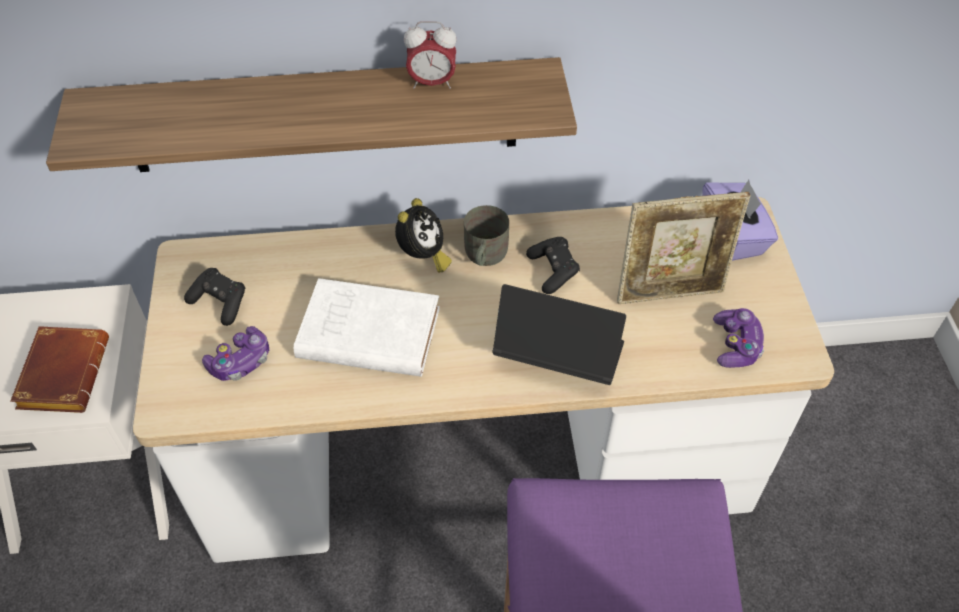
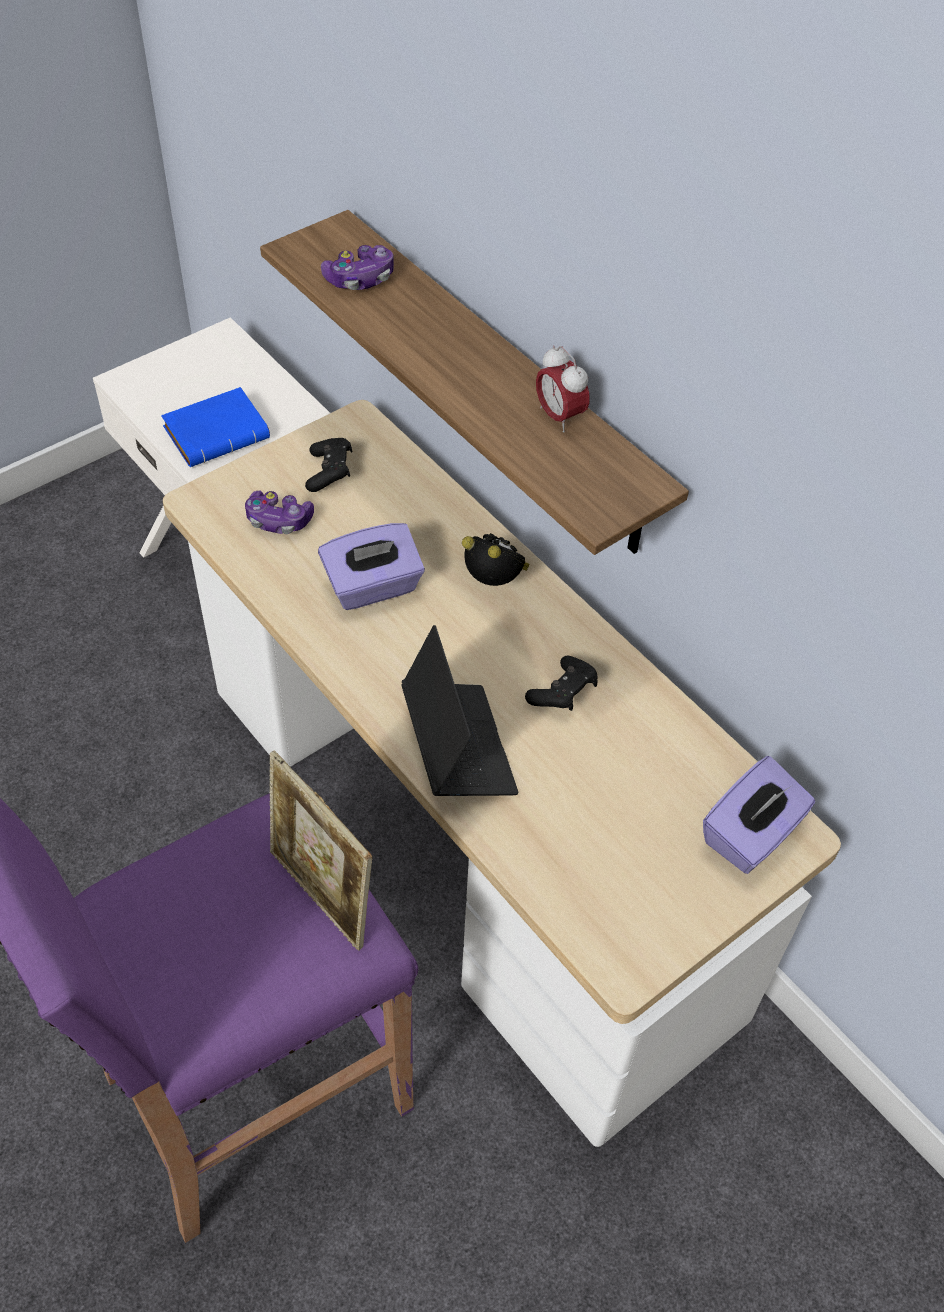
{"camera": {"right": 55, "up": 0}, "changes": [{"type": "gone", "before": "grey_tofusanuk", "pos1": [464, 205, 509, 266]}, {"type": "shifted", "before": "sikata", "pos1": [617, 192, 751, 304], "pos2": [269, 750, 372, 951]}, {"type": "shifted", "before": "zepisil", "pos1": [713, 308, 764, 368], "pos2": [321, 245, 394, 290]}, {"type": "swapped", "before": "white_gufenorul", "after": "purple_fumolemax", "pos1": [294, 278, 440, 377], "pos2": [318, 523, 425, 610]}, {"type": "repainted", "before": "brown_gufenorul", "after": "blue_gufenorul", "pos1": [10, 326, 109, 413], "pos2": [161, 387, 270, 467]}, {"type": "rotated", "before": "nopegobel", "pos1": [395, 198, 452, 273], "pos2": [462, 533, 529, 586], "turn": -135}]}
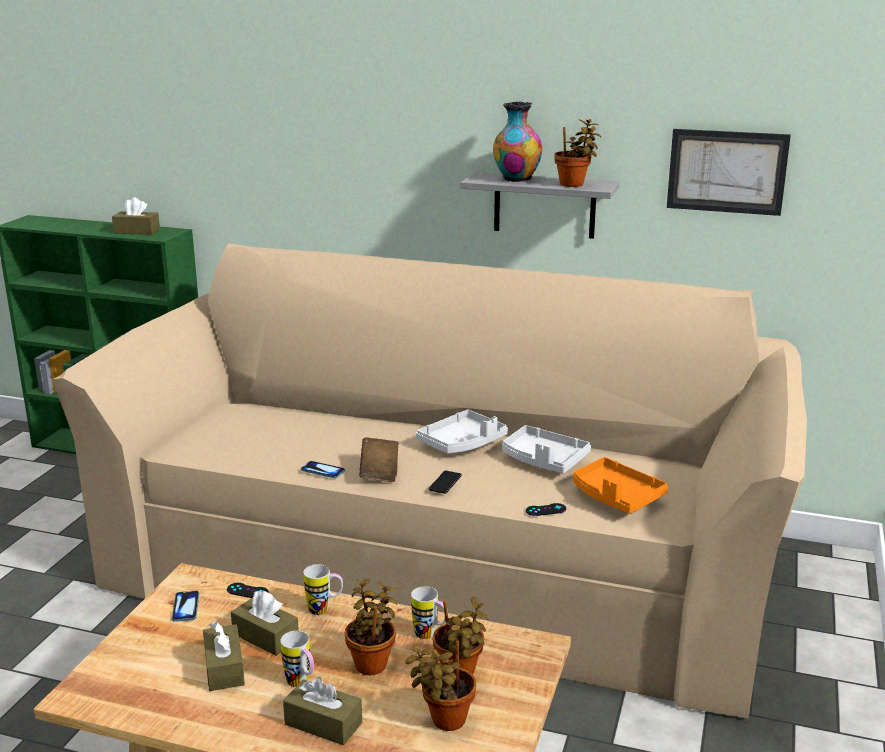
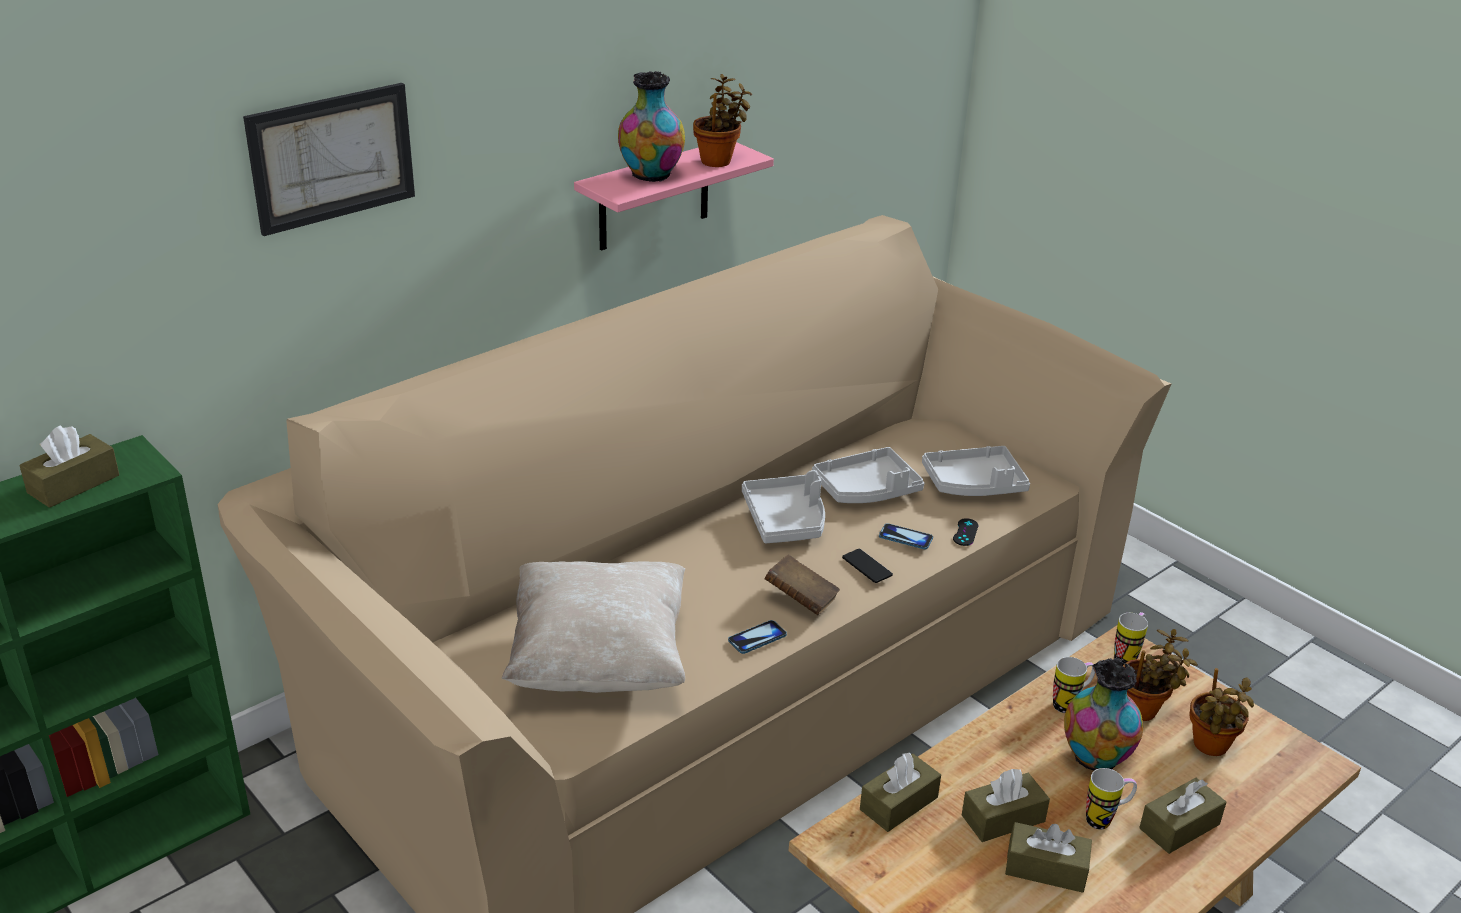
{"camera": {"right": -60, "up": 10}, "changes": [{"type": "new", "after": "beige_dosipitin", "pos2": [502, 561, 685, 693]}, {"type": "shifted", "before": "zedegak", "pos1": [172, 591, 199, 622], "pos2": [879, 523, 933, 549]}, {"type": "shifted", "before": "tofusanuk", "pos1": [303, 564, 343, 615], "pos2": [1114, 612, 1148, 666]}, {"type": "shifted", "before": "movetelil", "pos1": [667, 129, 791, 216], "pos2": [243, 83, 415, 236]}, {"type": "swapped", "before": "black_zepisil", "after": "brown_fumolemax", "pos1": [227, 583, 269, 598], "pos2": [860, 753, 941, 832]}, {"type": "swapped", "before": "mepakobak", "after": "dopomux", "pos1": [345, 579, 397, 675], "pos2": [1064, 658, 1143, 771]}, {"type": "repainted", "before": "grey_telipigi", "after": "pink_telipigi", "pos1": [460, 172, 620, 239], "pos2": [574, 142, 774, 251]}, {"type": "repainted", "before": "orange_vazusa", "after": "grey_vazusa", "pos1": [573, 457, 668, 514], "pos2": [922, 446, 1030, 496]}]}
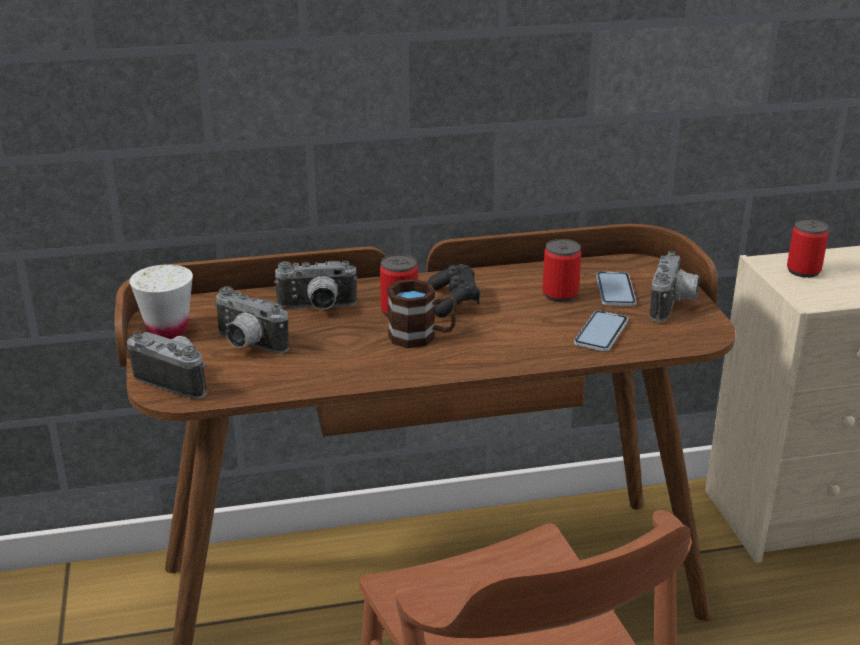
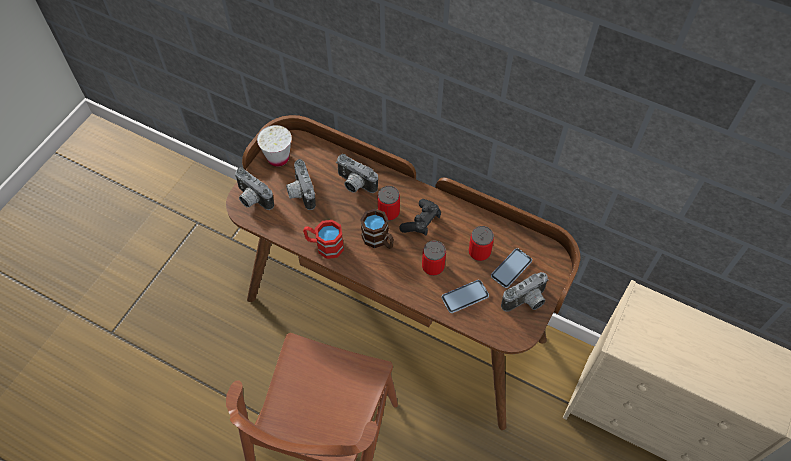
{"camera": {"right": 40, "up": 30}, "changes": [{"type": "new", "after": "red_tofusanuk", "pos2": [303, 220, 344, 259]}, {"type": "shifted", "before": "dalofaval", "pos1": [787, 219, 829, 278], "pos2": [422, 241, 446, 276]}, {"type": "rotated", "before": "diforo", "pos1": [127, 332, 207, 399], "pos2": [235, 167, 274, 210], "turn": 150}]}
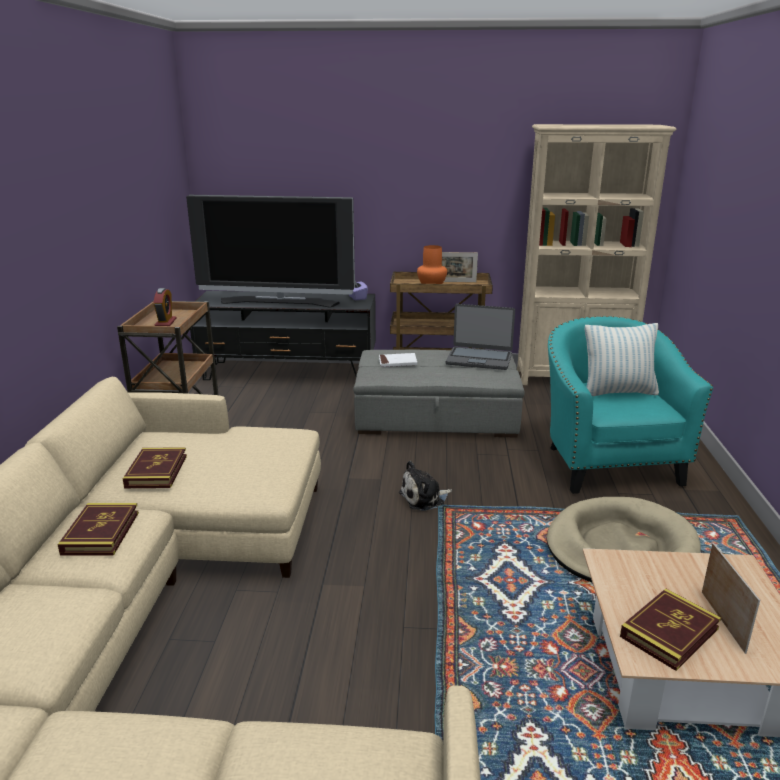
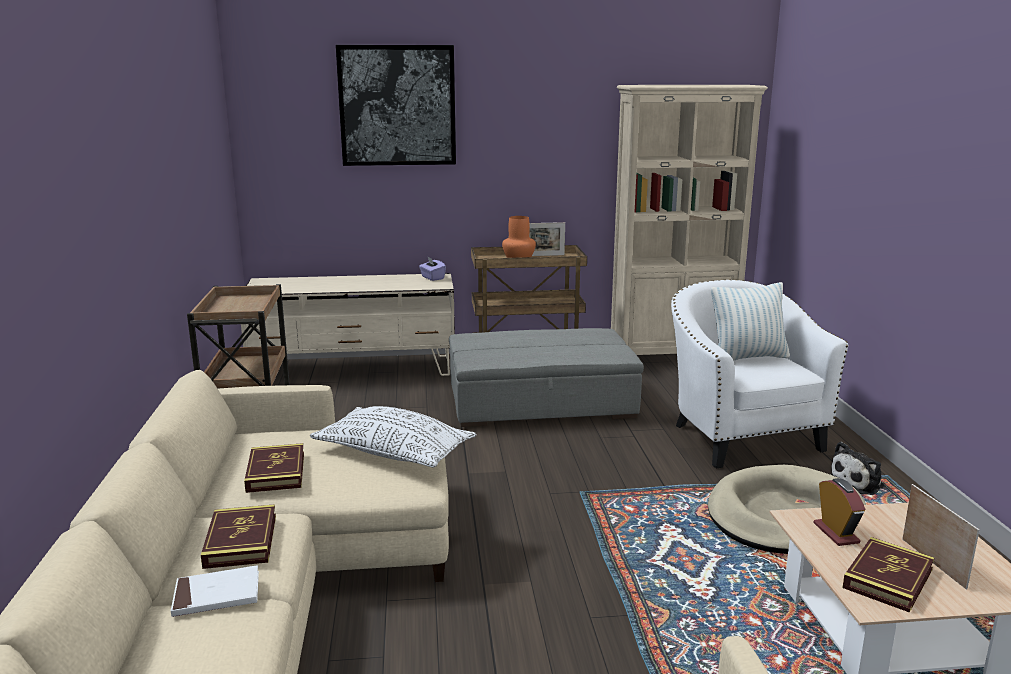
{"camera": {"right": -10, "up": -5}, "changes": [{"type": "gone", "before": "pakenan", "pos1": [186, 195, 355, 308]}, {"type": "gone", "before": "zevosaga", "pos1": [446, 304, 515, 370]}, {"type": "new", "after": "white_dosipitin", "pos2": [310, 406, 477, 468]}, {"type": "new", "after": "movetelil", "pos2": [336, 45, 456, 166]}, {"type": "shifted", "before": "nopegobel", "pos1": [153, 288, 176, 326], "pos2": [814, 478, 865, 546]}, {"type": "shifted", "before": "white_gufenorul", "pos1": [379, 353, 417, 367], "pos2": [171, 565, 259, 617]}, {"type": "shifted", "before": "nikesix", "pos1": [399, 461, 452, 511], "pos2": [830, 442, 886, 495]}, {"type": "repainted", "before": "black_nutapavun", "after": "beige_nutapavun", "pos1": [190, 291, 376, 380], "pos2": [241, 273, 455, 376]}, {"type": "repainted", "before": "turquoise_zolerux", "after": "white_zolerux", "pos1": [548, 316, 713, 494], "pos2": [671, 279, 848, 468]}]}
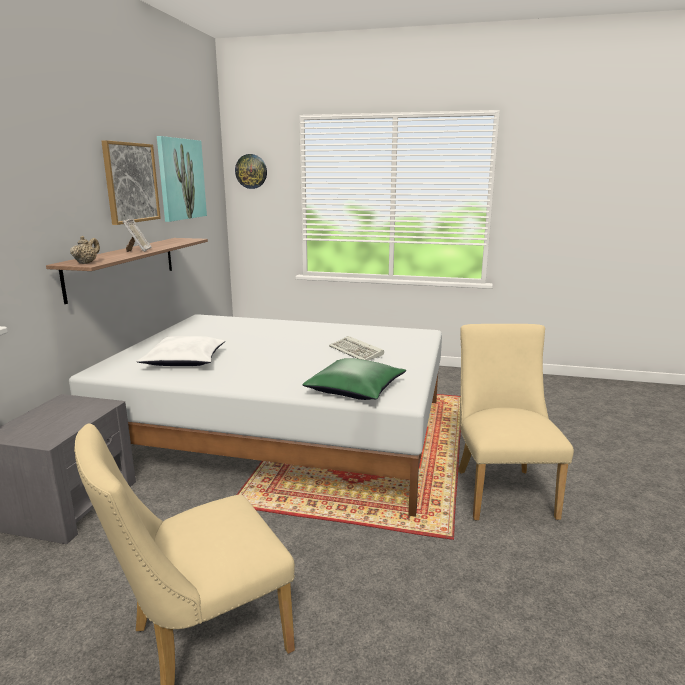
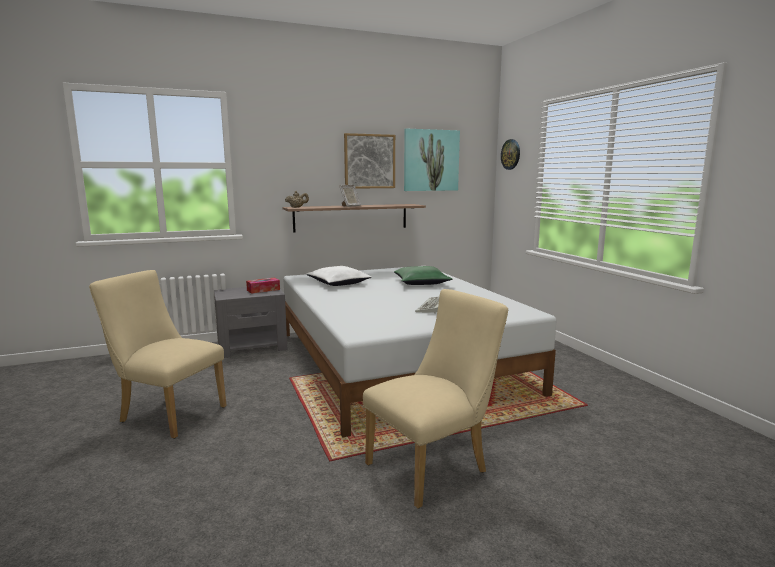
{"camera": {"right": 55, "up": -5}, "changes": [{"type": "new", "after": "fumolemax", "pos2": [246, 278, 280, 294]}, {"type": "shifted", "before": "green_dosipitin", "pos1": [303, 358, 406, 400], "pos2": [394, 266, 452, 285]}]}
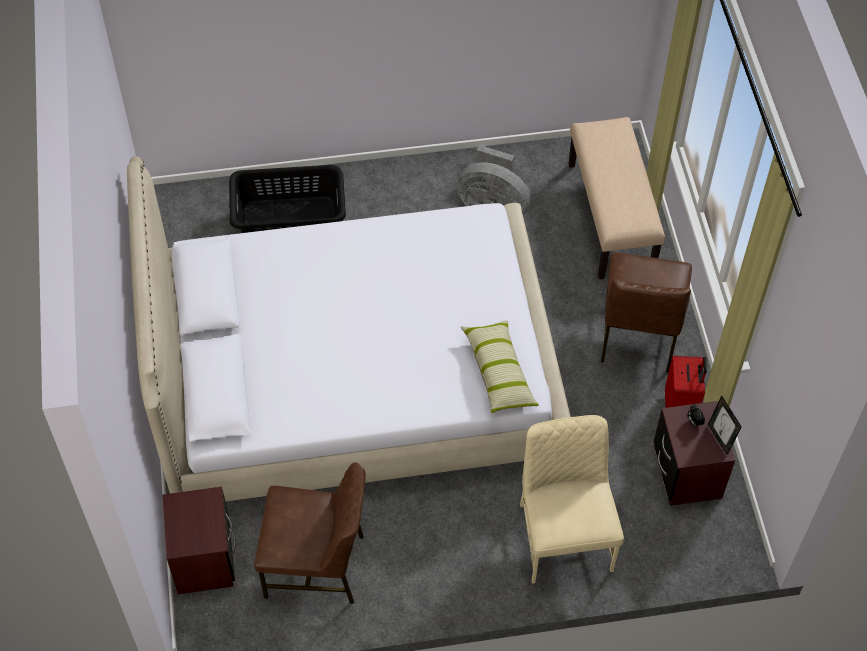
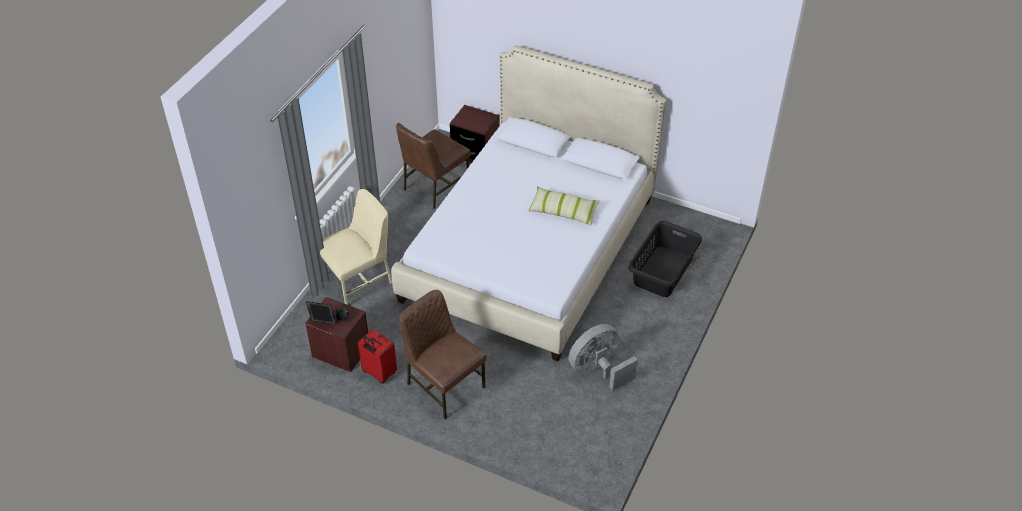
{"camera": {"right": 125, "up": -10}, "changes": [{"type": "gone", "before": "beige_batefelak", "pos1": [569, 117, 665, 279]}, {"type": "shifted", "before": "dosipitin", "pos1": [461, 320, 539, 413], "pos2": [528, 187, 600, 226]}, {"type": "rotated", "before": "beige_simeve", "pos1": [520, 415, 624, 584], "pos2": [320, 189, 392, 305], "turn": -60}]}
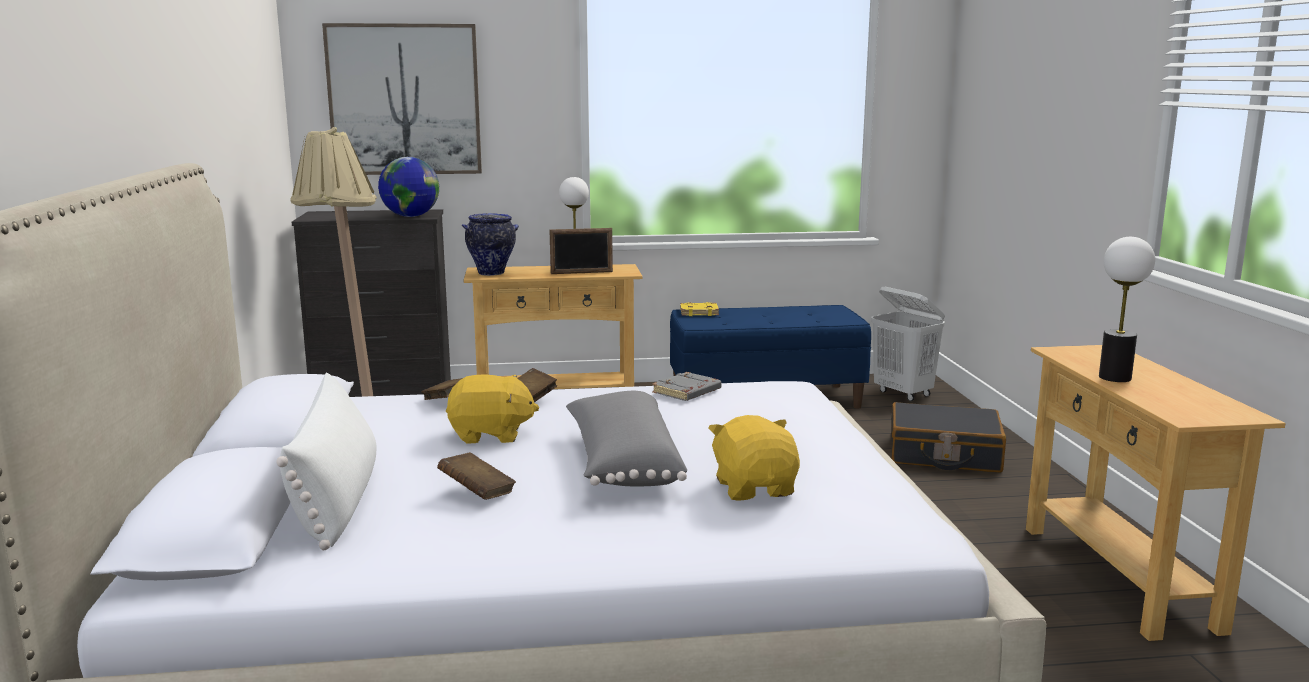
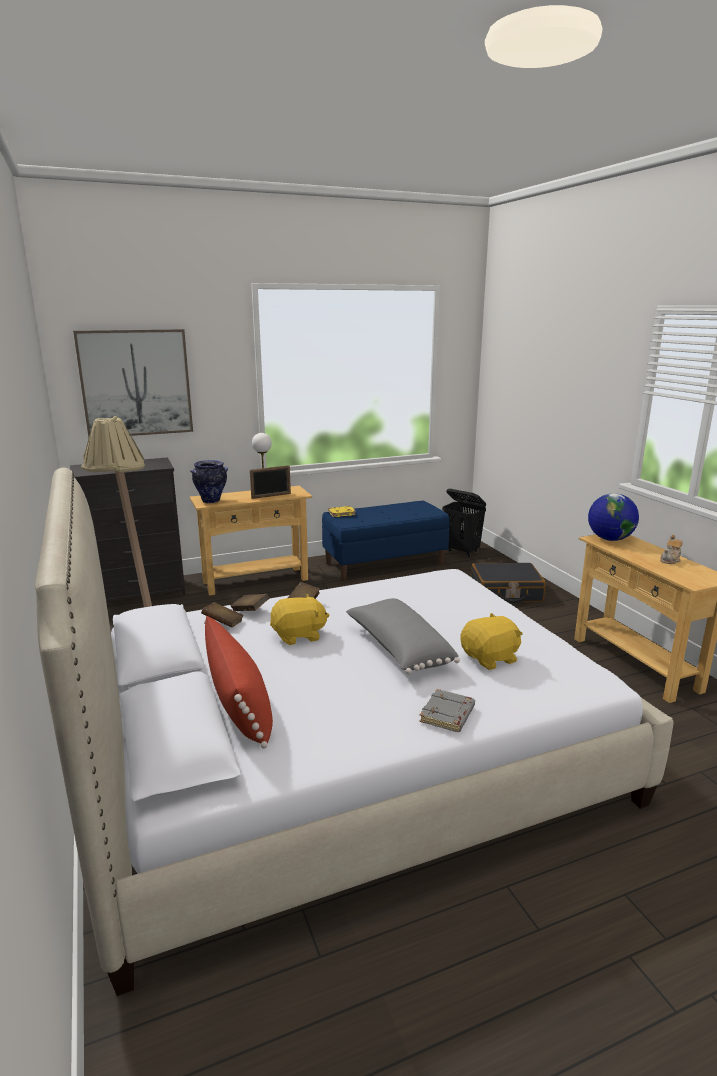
{"camera": {"right": -15, "up": 5}, "changes": [{"type": "gone", "before": "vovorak", "pos1": [1099, 237, 1155, 382]}, {"type": "new", "after": "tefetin", "pos2": [660, 535, 682, 564]}, {"type": "shifted", "before": "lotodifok", "pos1": [378, 157, 439, 217], "pos2": [588, 493, 639, 541]}, {"type": "shifted", "before": "brown_gufenorul", "pos1": [437, 452, 516, 500], "pos2": [201, 602, 244, 627]}, {"type": "shifted", "before": "grey_gufenorul", "pos1": [652, 372, 722, 401], "pos2": [419, 689, 475, 732]}, {"type": "repainted", "before": "white_dosipitin", "after": "red_dosipitin", "pos1": [276, 373, 377, 550], "pos2": [204, 616, 273, 749]}, {"type": "repainted", "before": "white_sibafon", "after": "black_sibafon", "pos1": [871, 287, 945, 401], "pos2": [442, 489, 486, 557]}, {"type": "rotated", "before": "yellow_nikesix", "pos1": [709, 415, 800, 501], "pos2": [460, 613, 523, 670], "turn": 90}]}
